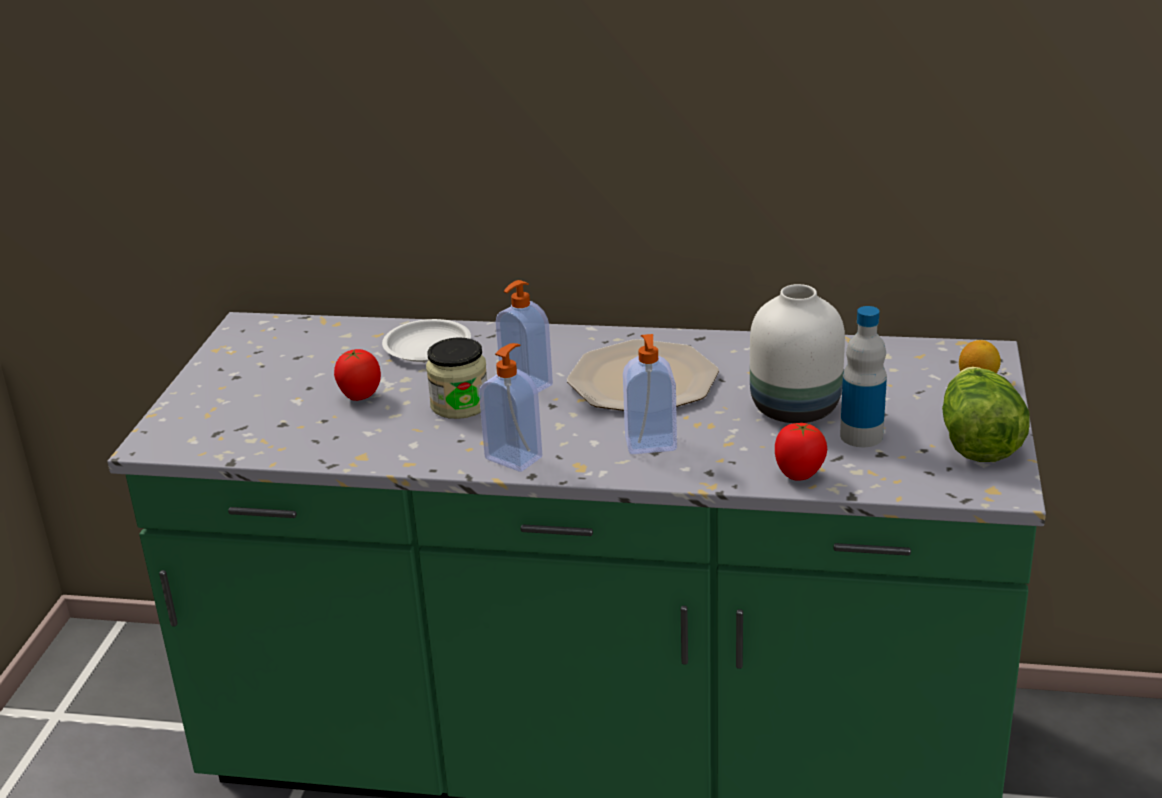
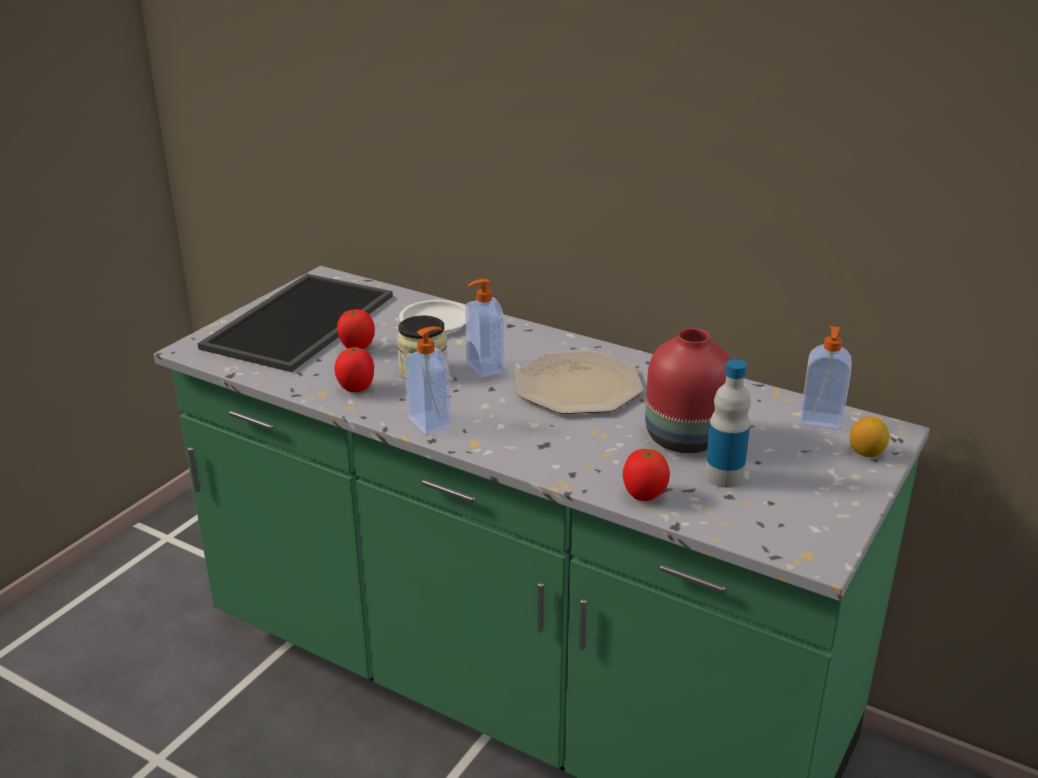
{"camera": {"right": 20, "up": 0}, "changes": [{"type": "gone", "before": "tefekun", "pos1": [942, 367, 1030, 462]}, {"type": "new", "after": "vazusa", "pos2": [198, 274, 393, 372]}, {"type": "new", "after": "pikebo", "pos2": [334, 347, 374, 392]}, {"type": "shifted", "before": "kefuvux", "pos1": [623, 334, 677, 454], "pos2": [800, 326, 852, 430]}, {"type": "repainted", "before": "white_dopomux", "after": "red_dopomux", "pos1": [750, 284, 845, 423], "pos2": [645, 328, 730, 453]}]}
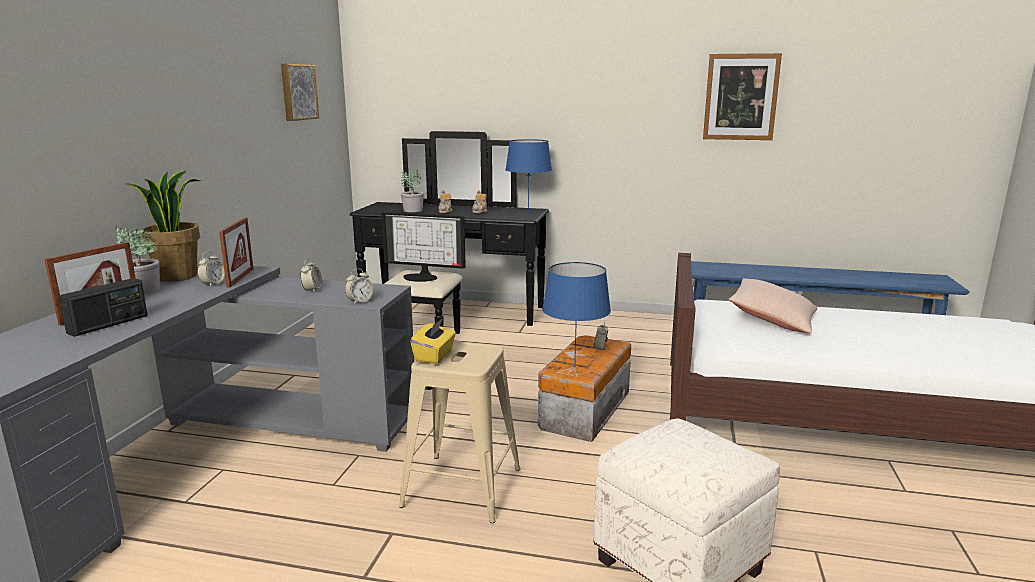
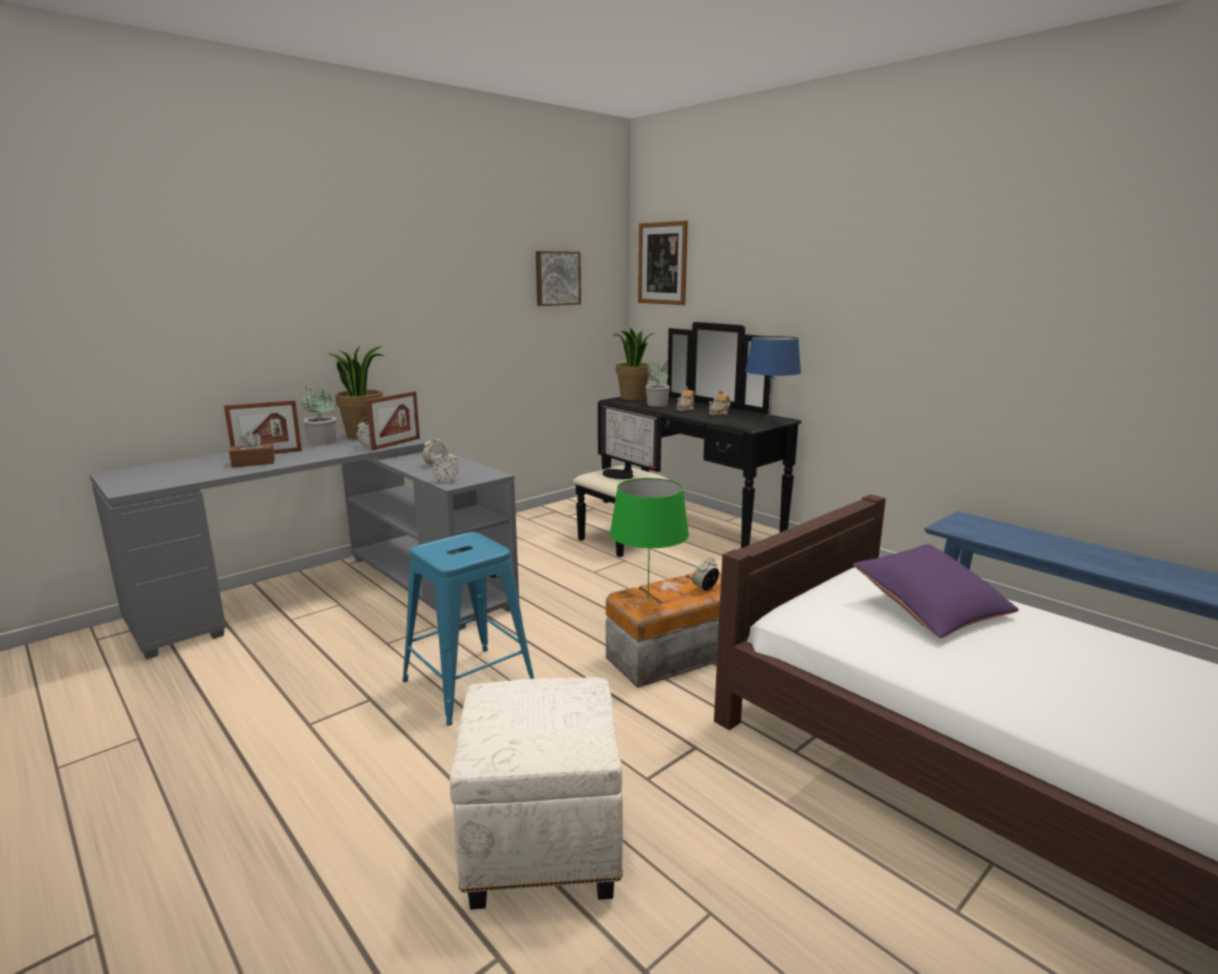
{"camera": {"right": 35, "up": 0}, "changes": [{"type": "gone", "before": "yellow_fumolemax", "pos1": [410, 319, 456, 364]}, {"type": "new", "after": "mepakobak", "pos2": [612, 328, 654, 401]}, {"type": "shifted", "before": "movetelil", "pos1": [703, 53, 782, 140], "pos2": [638, 221, 688, 305]}, {"type": "swapped", "before": "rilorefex", "after": "brown_fumolemax", "pos1": [58, 278, 148, 337], "pos2": [229, 432, 275, 467]}, {"type": "repainted", "before": "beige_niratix", "after": "blue_niratix", "pos1": [399, 341, 520, 523], "pos2": [402, 532, 534, 725]}, {"type": "repainted", "before": "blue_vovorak", "after": "green_vovorak", "pos1": [542, 262, 611, 367], "pos2": [610, 478, 689, 599]}, {"type": "repainted", "before": "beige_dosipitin", "after": "purple_dosipitin", "pos1": [729, 278, 817, 333], "pos2": [853, 544, 1019, 638]}]}
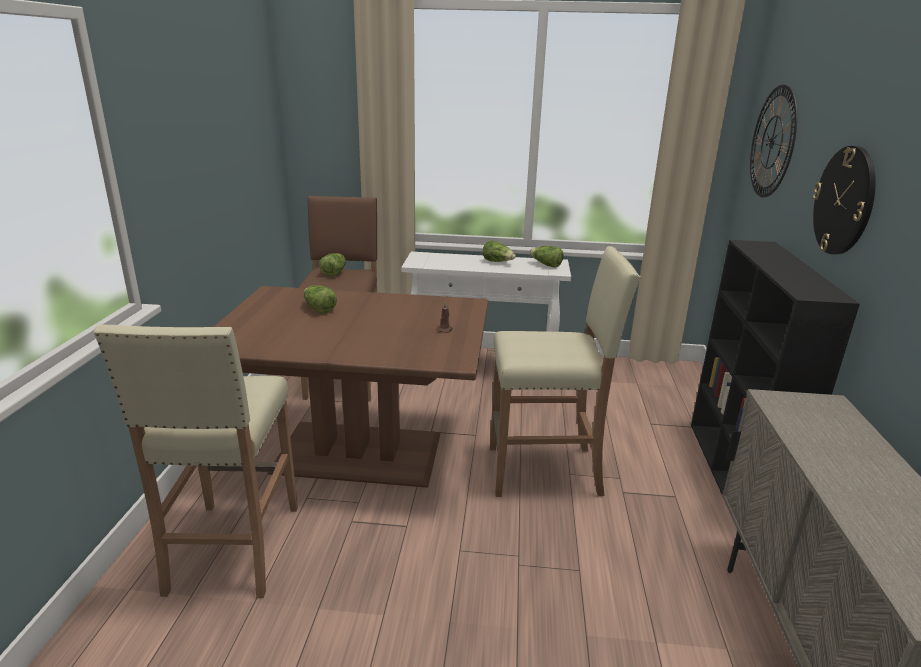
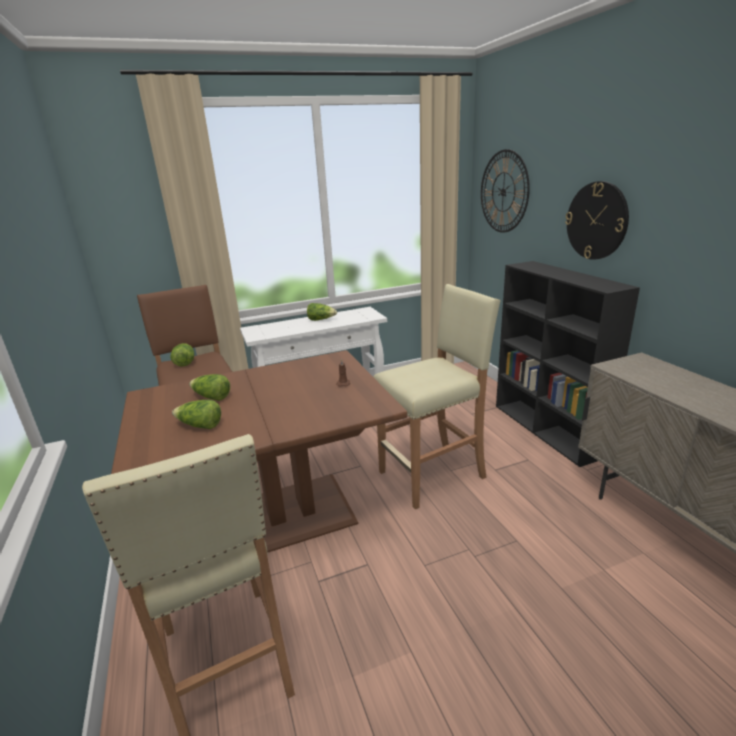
{"camera": {"right": -25, "up": 0}, "changes": [{"type": "shifted", "before": "tefekun", "pos1": [529, 246, 564, 268], "pos2": [172, 400, 221, 429]}]}
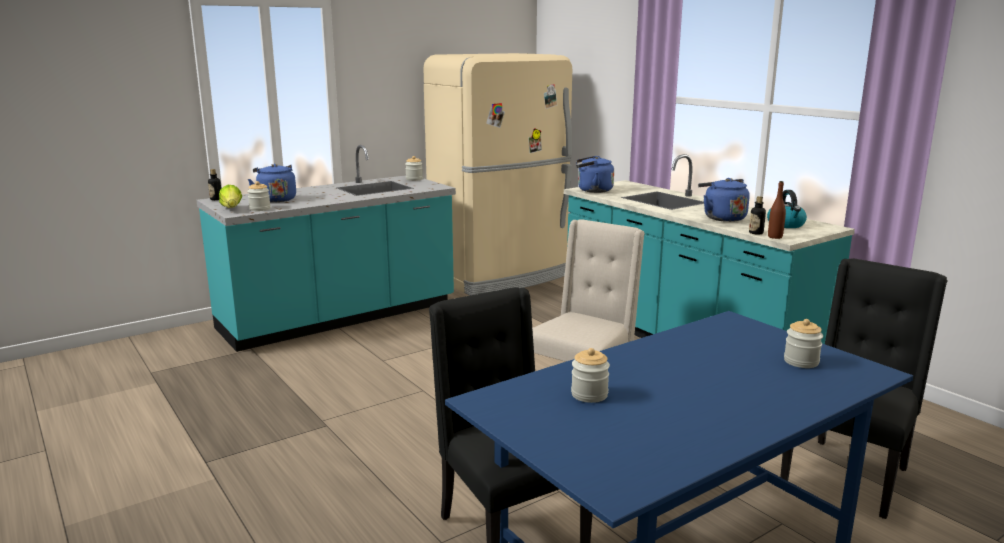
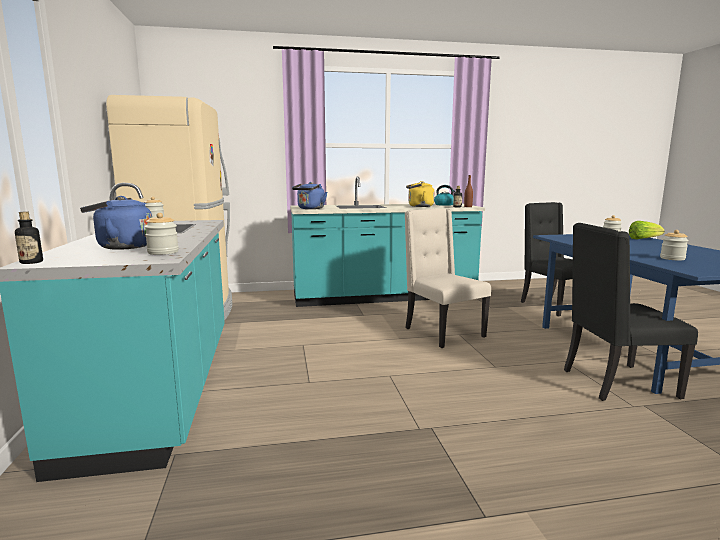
{"camera": {"right": -65, "up": -5}, "changes": [{"type": "shifted", "before": "tefekun", "pos1": [219, 185, 242, 208], "pos2": [629, 221, 665, 239]}, {"type": "repainted", "before": "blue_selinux", "after": "yellow_selinux", "pos1": [698, 178, 750, 222], "pos2": [406, 181, 434, 207]}]}
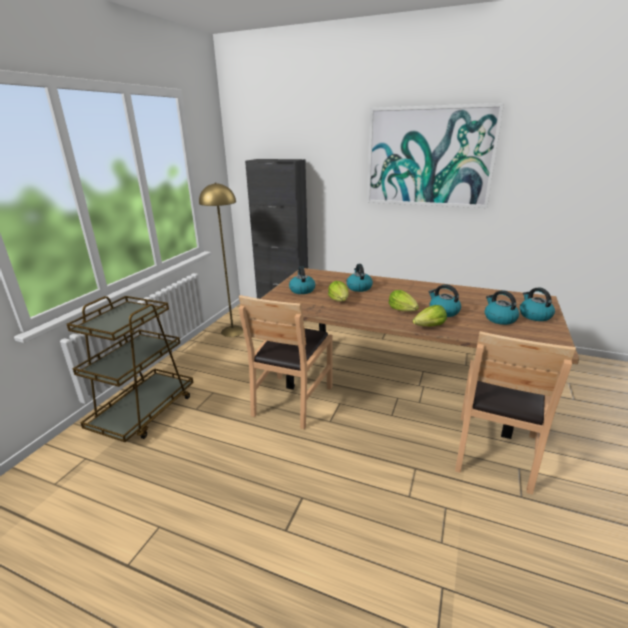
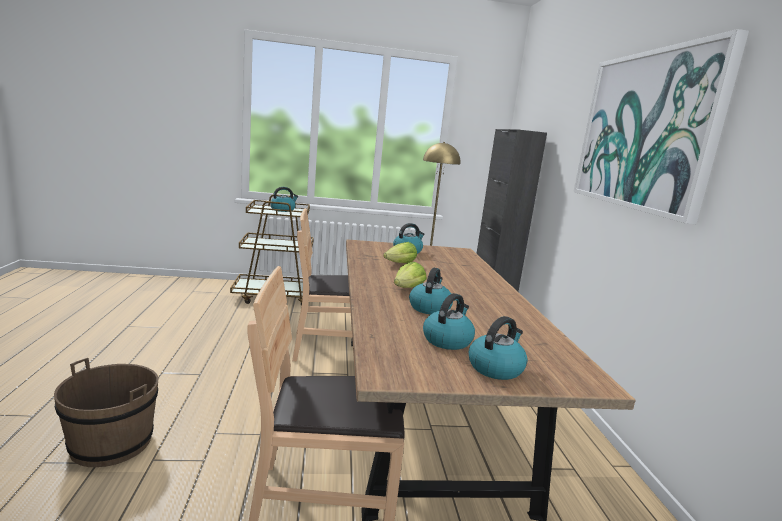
{"camera": {"right": 60, "up": -10}, "changes": [{"type": "gone", "before": "tefekun", "pos1": [412, 305, 447, 326]}, {"type": "new", "after": "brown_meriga", "pos2": [54, 358, 158, 467]}, {"type": "shifted", "before": "selinux", "pos1": [347, 264, 373, 292], "pos2": [270, 187, 298, 212]}]}
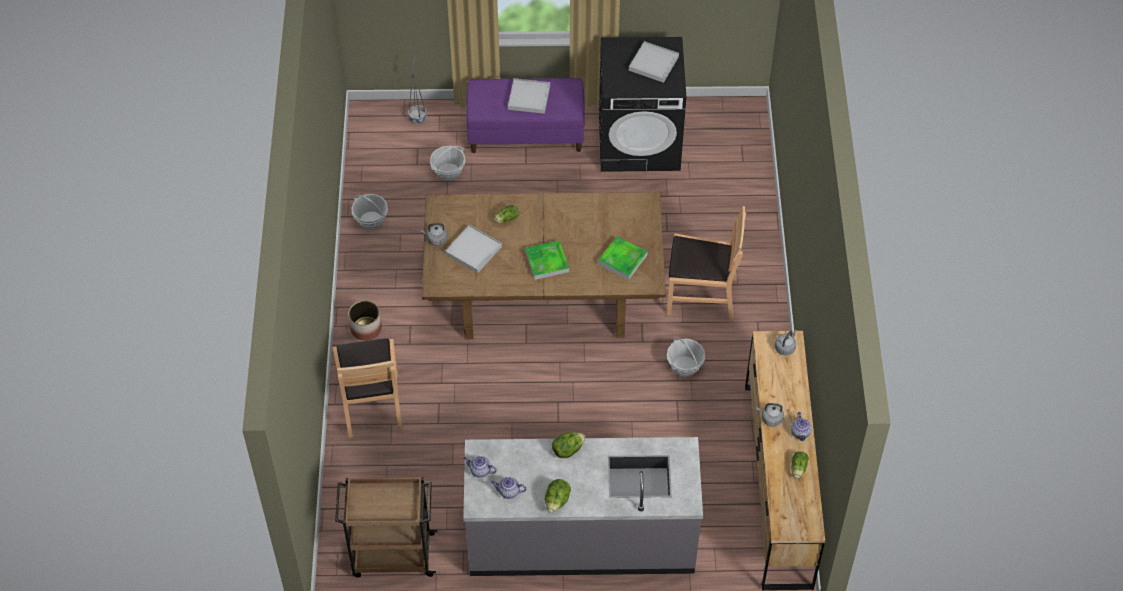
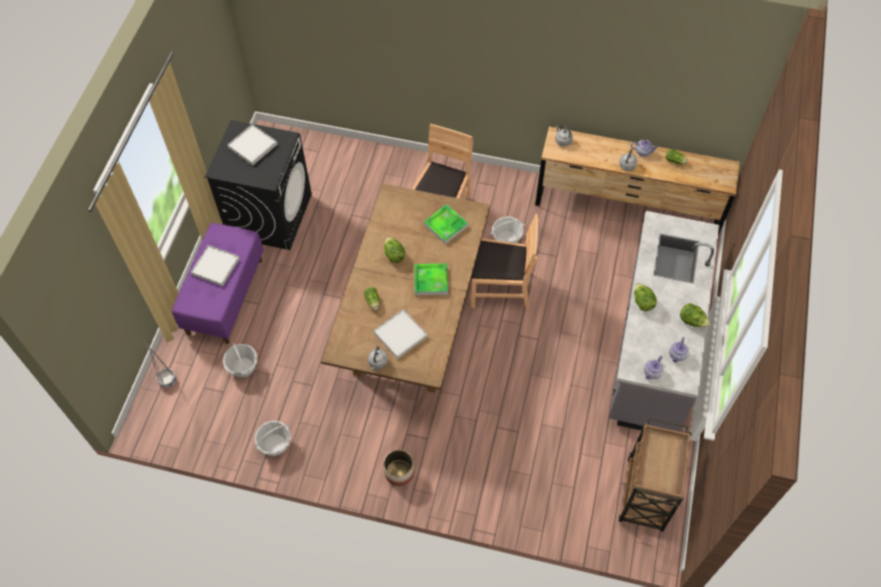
{"camera": {"right": -75, "up": 5}, "changes": [{"type": "new", "after": "tefekun", "pos2": [384, 237, 405, 263]}, {"type": "shifted", "before": "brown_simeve", "pos1": [332, 339, 403, 438], "pos2": [471, 214, 539, 309]}]}
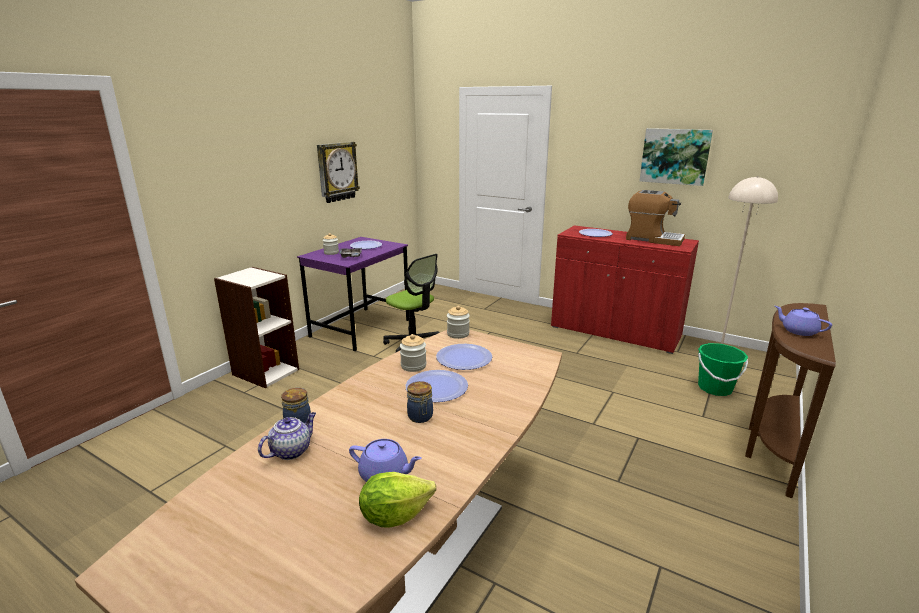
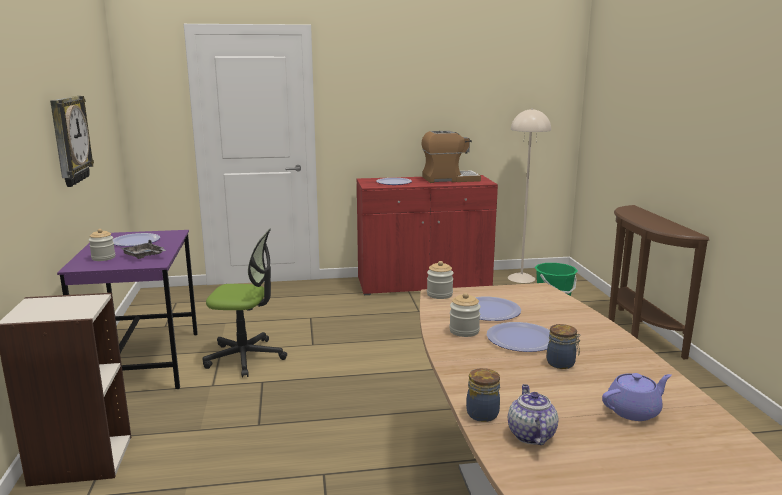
{"camera": {"right": -40, "up": -5}, "changes": [{"type": "gone", "before": "tefekun", "pos1": [359, 472, 436, 528]}, {"type": "gone", "before": "movetelil", "pos1": [640, 128, 713, 186]}, {"type": "gone", "before": "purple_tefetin", "pos1": [775, 306, 832, 336]}]}
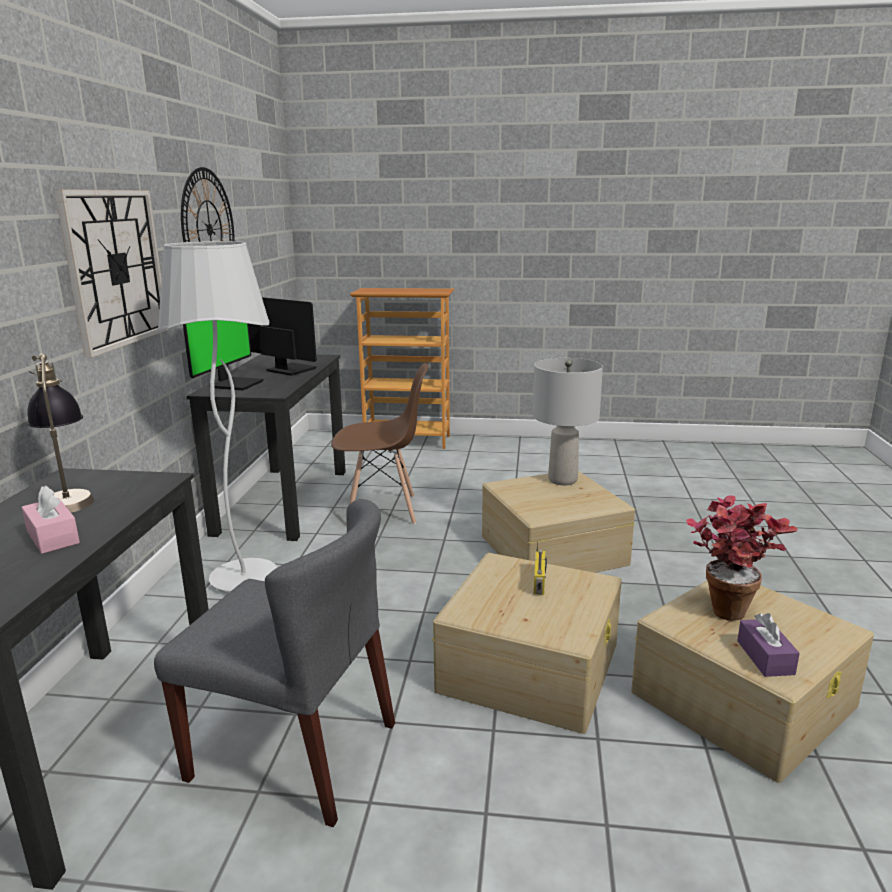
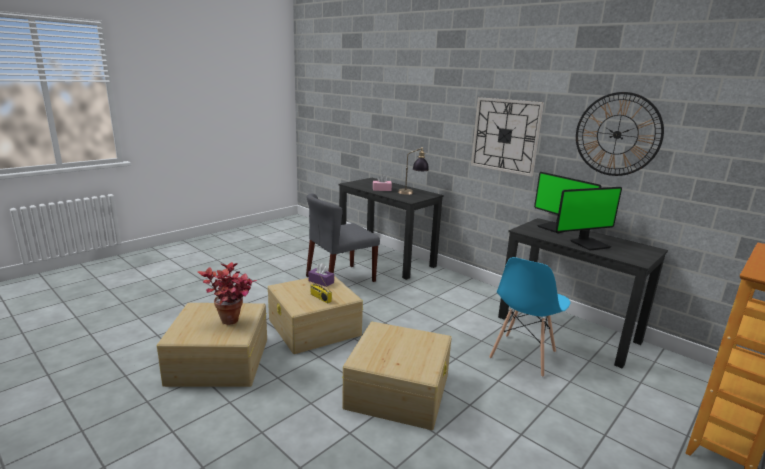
{"camera": {"right": 125, "up": 0}, "changes": [{"type": "gone", "before": "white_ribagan", "pos1": [158, 241, 277, 594]}, {"type": "gone", "before": "grey_vovorak", "pos1": [533, 358, 603, 485]}, {"type": "shifted", "before": "purple_fumolemax", "pos1": [737, 613, 800, 677], "pos2": [308, 263, 334, 287]}, {"type": "repainted", "before": "brown_simeve", "after": "blue_simeve", "pos1": [331, 363, 428, 526], "pos2": [489, 257, 570, 377]}]}
